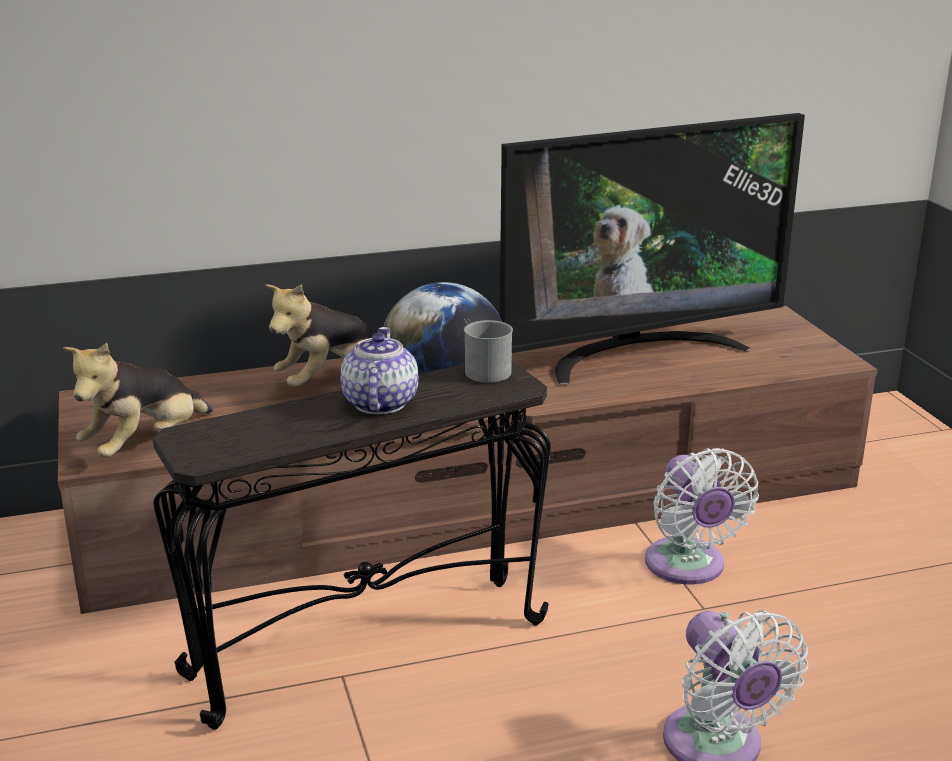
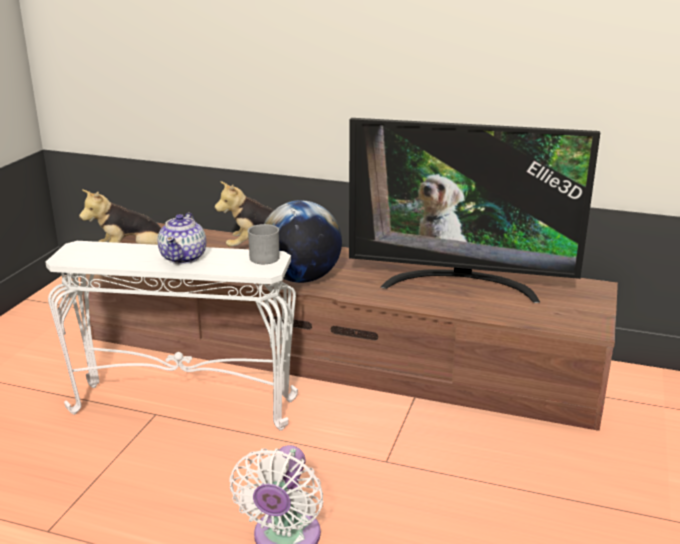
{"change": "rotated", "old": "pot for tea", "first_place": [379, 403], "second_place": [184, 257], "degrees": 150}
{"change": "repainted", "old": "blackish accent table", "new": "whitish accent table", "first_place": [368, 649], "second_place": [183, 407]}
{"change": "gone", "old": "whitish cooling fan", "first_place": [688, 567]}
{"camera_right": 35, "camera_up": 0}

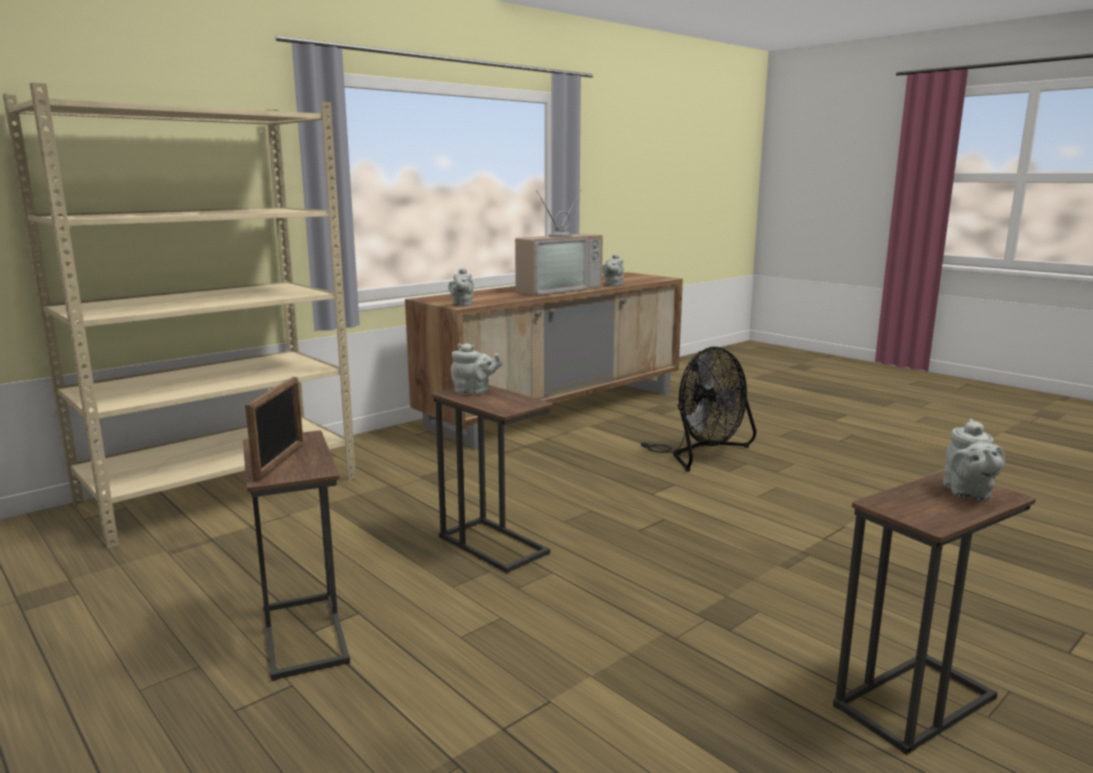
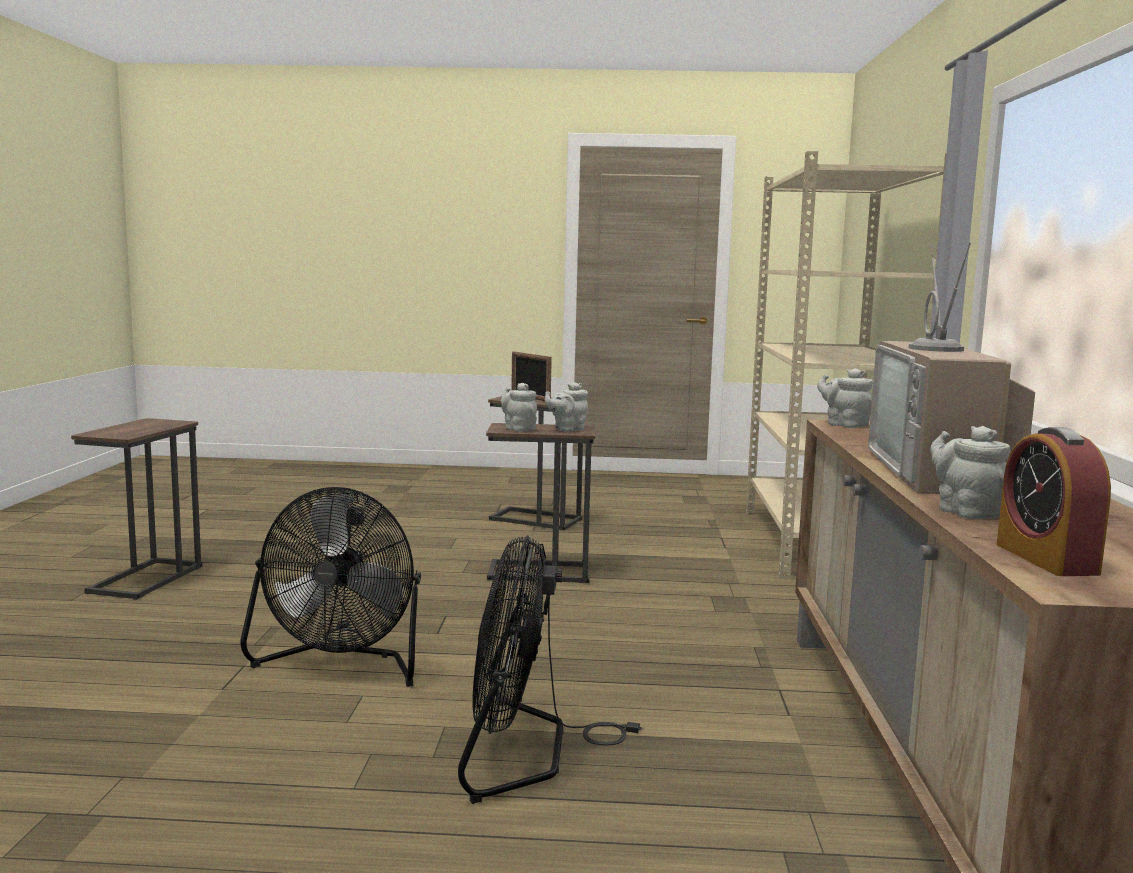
{"change": "shifted", "old": "gray pot for tea", "first_place": [968, 493], "second_place": [518, 428]}
{"change": "new", "new": "table clock", "second_place": [1046, 559]}
{"change": "new", "new": "blackish cooling fan", "second_place": [339, 661]}
{"camera_right": 135, "camera_up": -5}

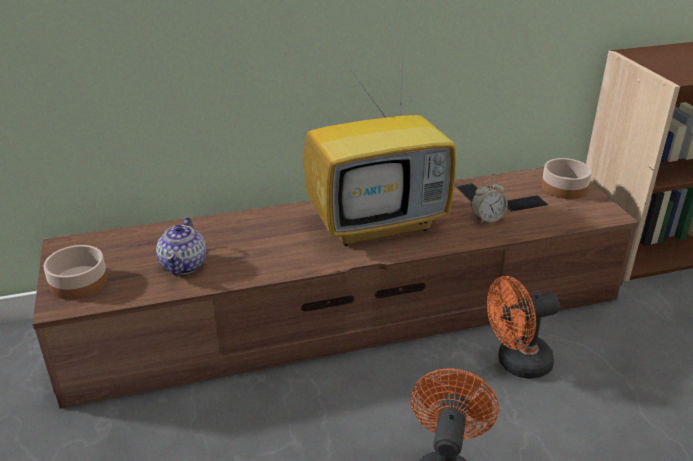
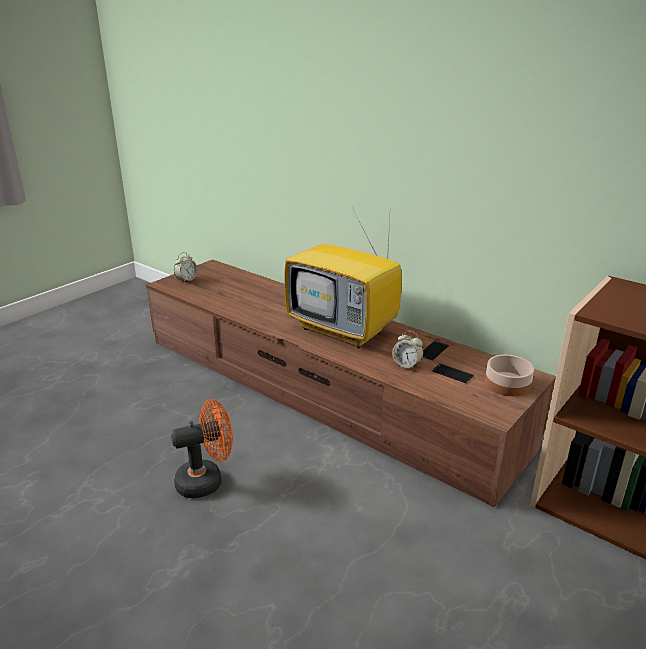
{"change": "gone", "old": "pot for tea", "first_place": [184, 265]}
{"change": "swapped", "old": "serving bowl", "new": "table clock", "first_place": [78, 282], "second_place": [186, 280]}
{"change": "gone", "old": "orange-coloured cooling fan", "first_place": [516, 363]}
{"camera_right": 55, "camera_up": -5}

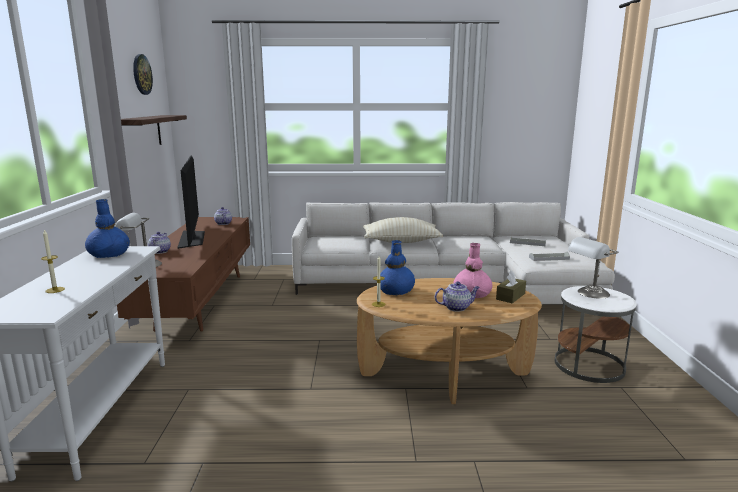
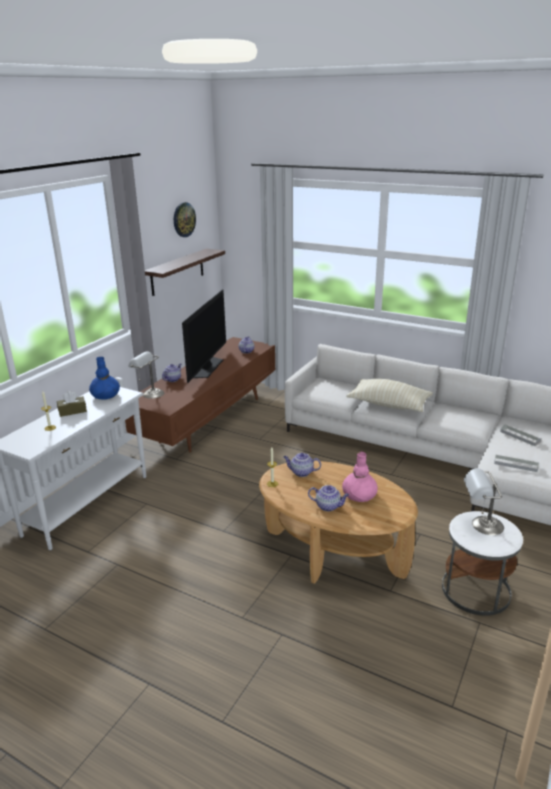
{"change": "swapped", "old": "blue flower vase", "new": "pot for tea", "first_place": [396, 291], "second_place": [301, 472]}
{"change": "shifted", "old": "brown tissue holder", "first_place": [510, 296], "second_place": [72, 411]}
{"camera_right": 30, "camera_up": 10}

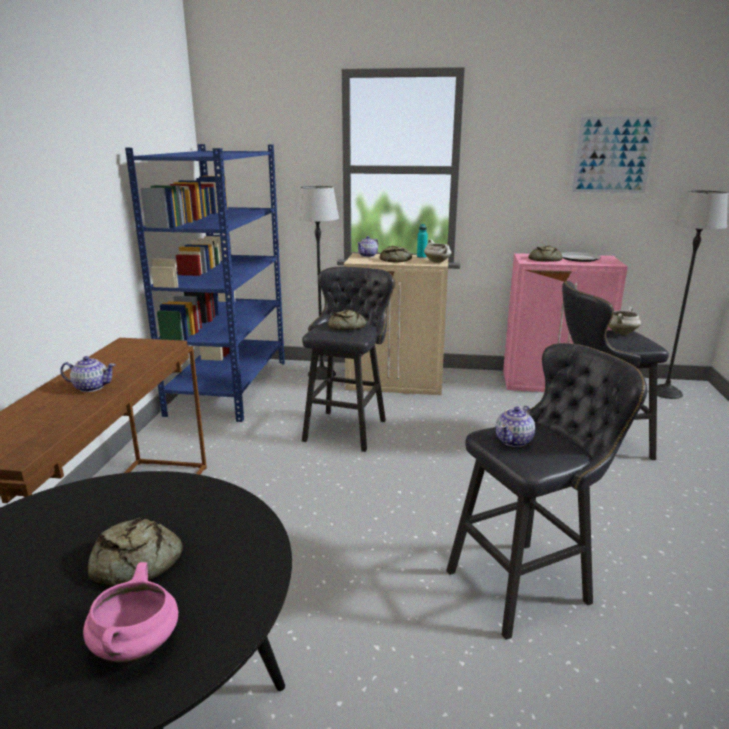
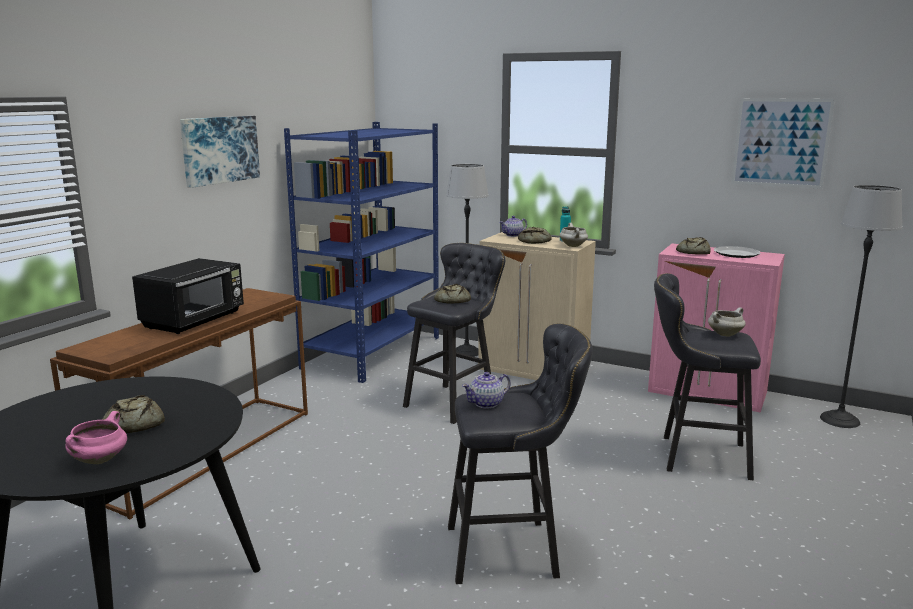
{"change": "swapped", "old": "pot for tea", "new": "blackish microwave oven", "first_place": [91, 387], "second_place": [195, 320]}
{"change": "new", "new": "wall art", "second_place": [219, 150]}
{"camera_right": 20, "camera_up": -5}

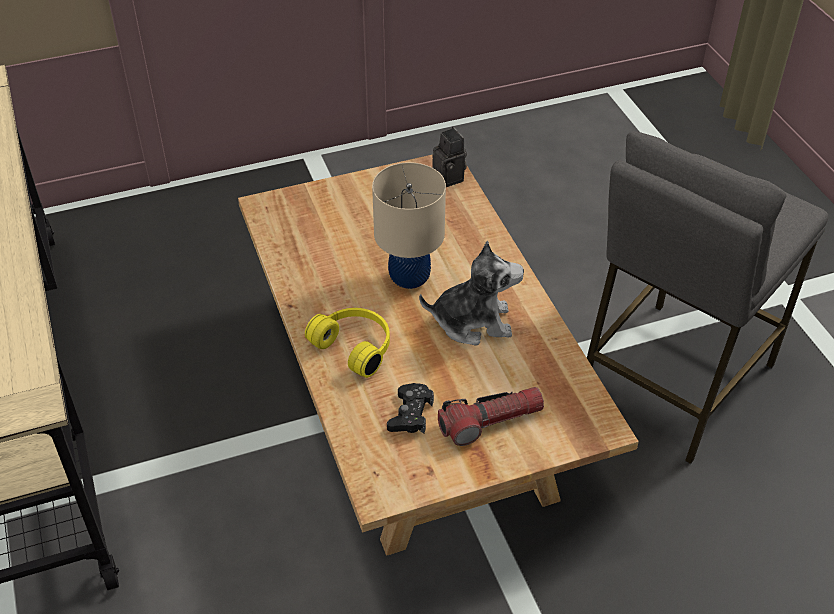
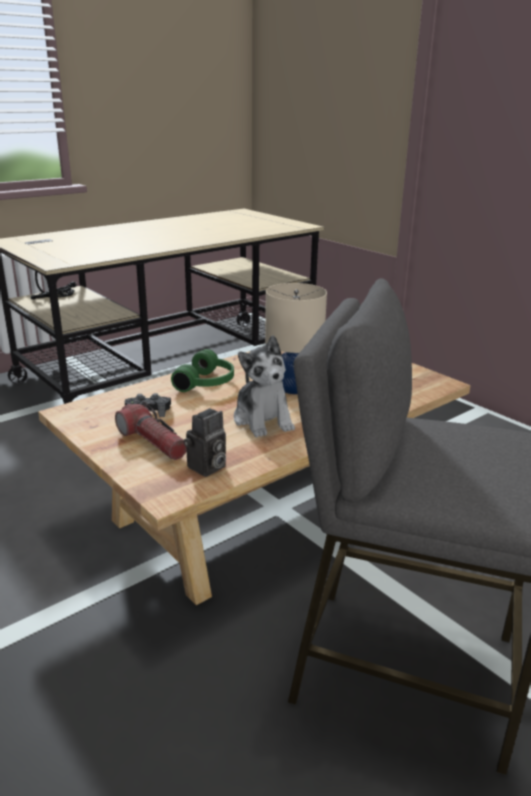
{"change": "shifted", "old": "photo camera", "first_place": [450, 178], "second_place": [206, 468]}
{"change": "repainted", "old": "yellow-coloured pair of headphones", "new": "green-coloured pair of headphones", "first_place": [355, 346], "second_place": [208, 383]}
{"camera_right": 70, "camera_up": -20}

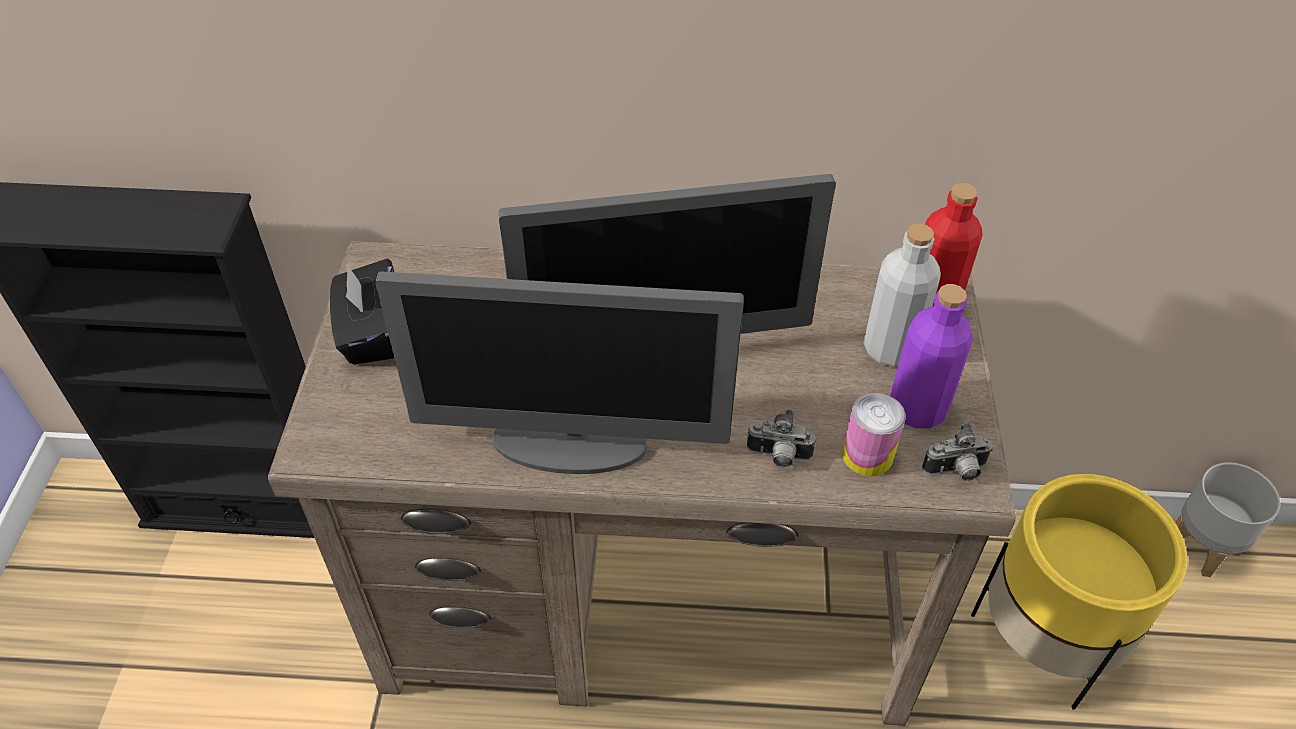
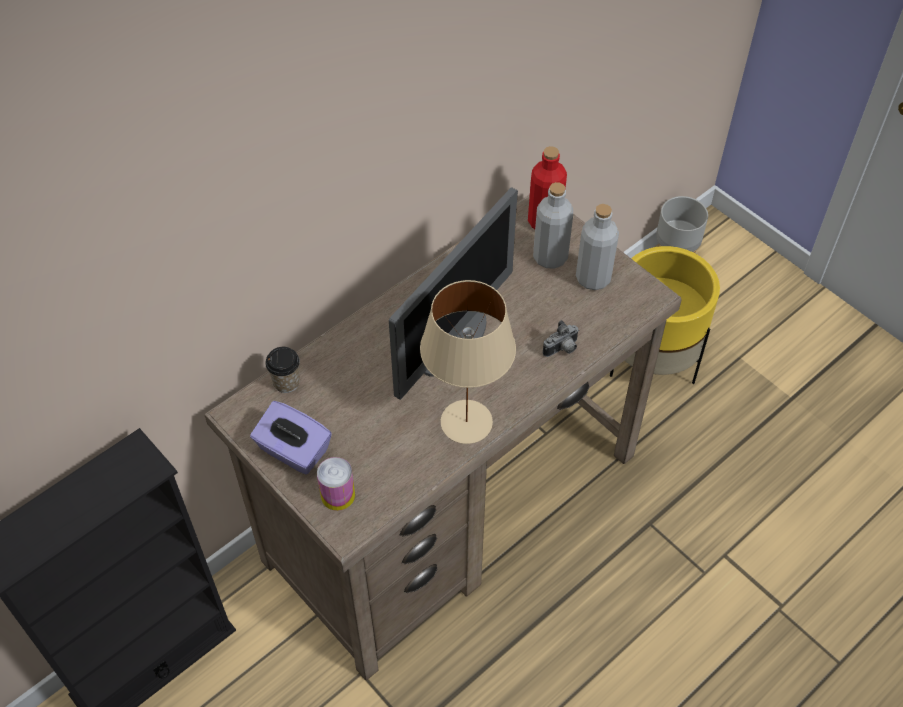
{"change": "repainted", "old": "blackish tissue holder", "new": "purplish tissue holder", "first_place": [372, 334], "second_place": [293, 451]}
{"change": "swapped", "old": "computer screen", "new": "beige-coloured table lamp", "first_place": [571, 444], "second_place": [466, 421]}
{"change": "repainted", "old": "purplish bottle", "new": "gray bottle", "first_place": [917, 409], "second_place": [593, 278]}
{"change": "shifted", "old": "sealed can", "first_place": [867, 455], "second_place": [338, 495]}
{"change": "gone", "old": "photo camera", "first_place": [956, 471]}
{"change": "new", "new": "cup", "second_place": [286, 382]}
{"camera_right": -45, "camera_up": 5}

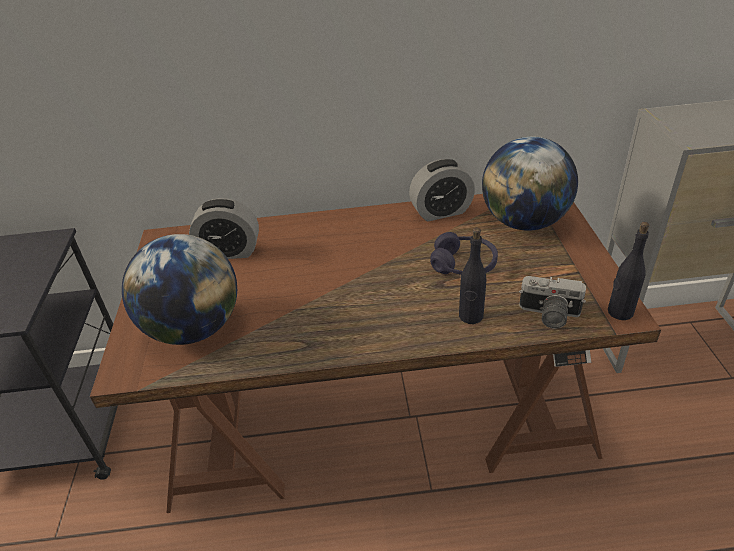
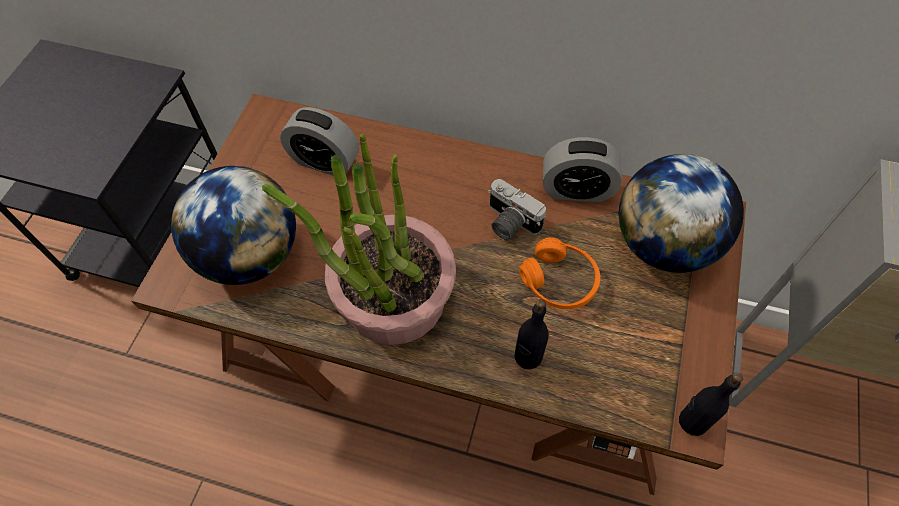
{"change": "repainted", "old": "purplish pair of headphones", "new": "orange-coloured pair of headphones", "first_place": [463, 265], "second_place": [559, 281]}
{"change": "shifted", "old": "photo camera", "first_place": [548, 315], "second_place": [508, 223]}
{"change": "new", "new": "plant in a pot", "second_place": [393, 298]}
{"camera_right": 20, "camera_up": 20}

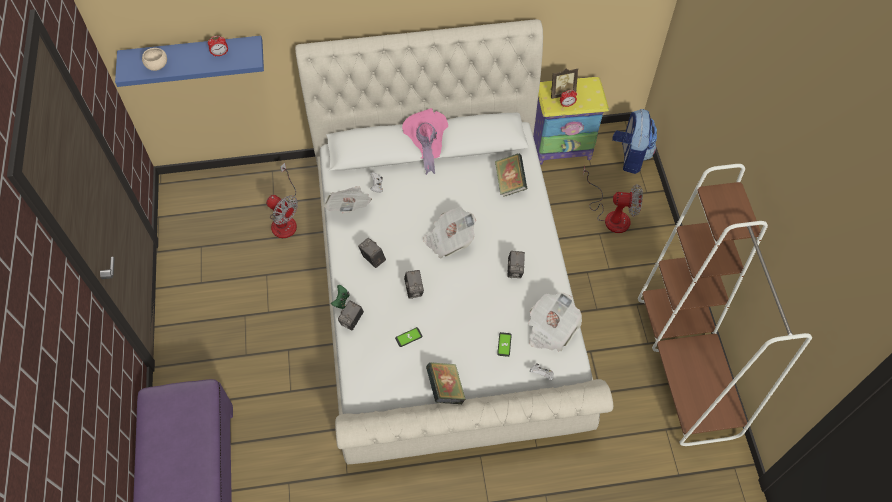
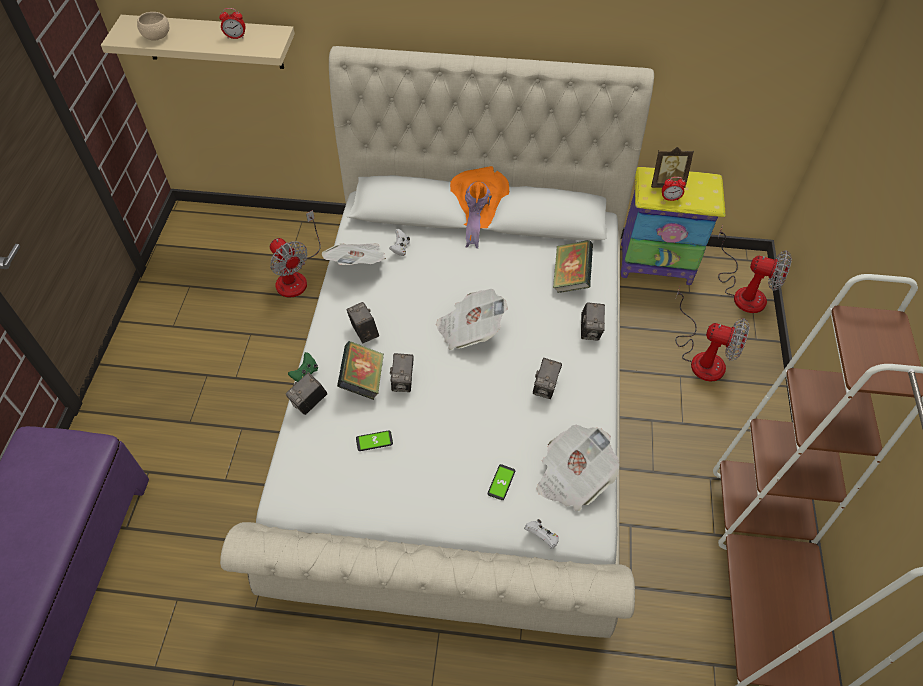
{"change": "repainted", "old": "blue wall shelf", "new": "beige-coloured wall shelf", "first_place": [194, 56], "second_place": [212, 42]}
{"change": "repainted", "old": "pink-coloured hat", "new": "orange-coloured hat", "first_place": [427, 148], "second_place": [477, 218]}
{"change": "swapped", "old": "rucksack", "new": "cooling fan", "first_place": [630, 156], "second_place": [743, 291]}
{"change": "shifted", "old": "book", "first_place": [445, 388], "second_place": [363, 380]}
{"change": "new", "new": "photo camera", "second_place": [590, 331]}
{"camera_right": 15, "camera_up": -5}

